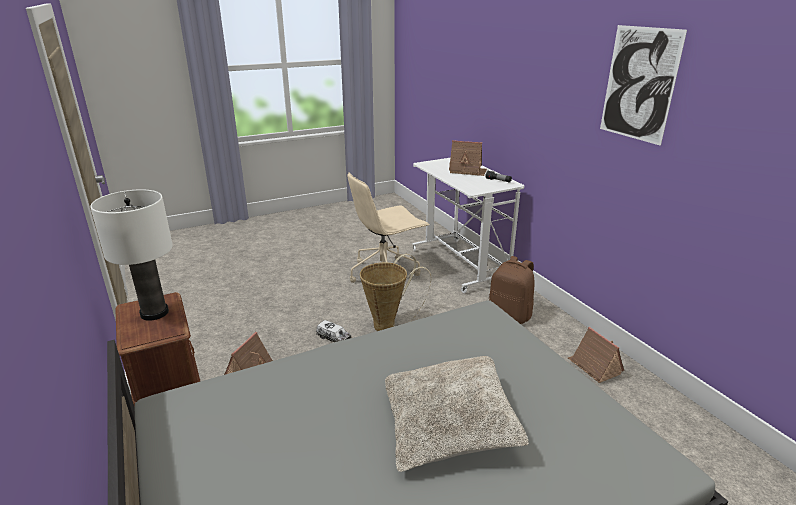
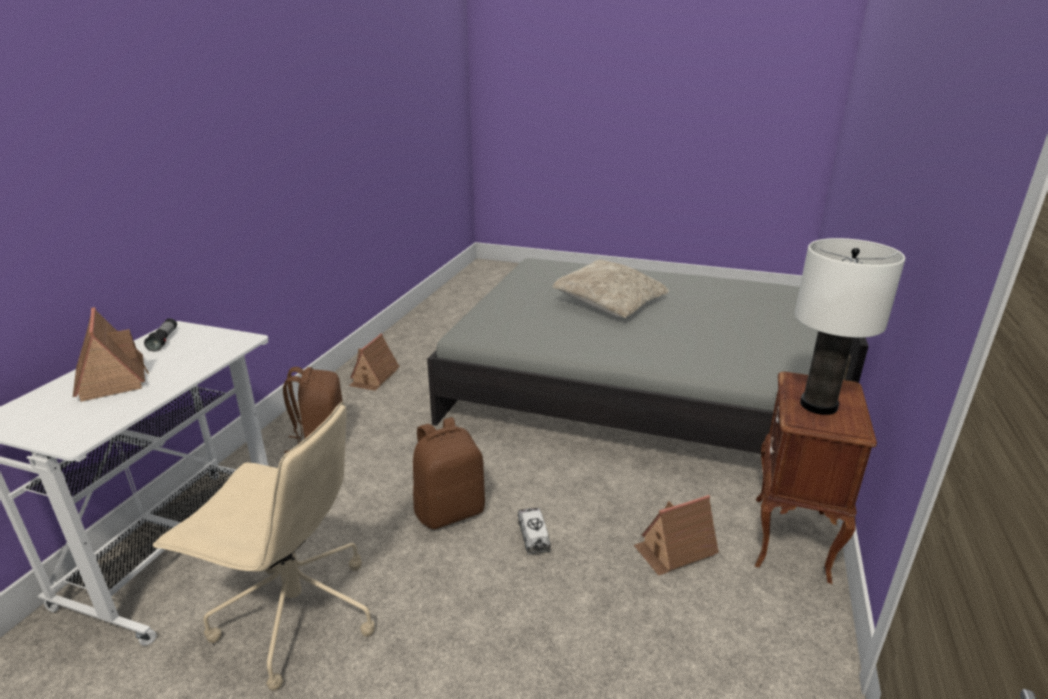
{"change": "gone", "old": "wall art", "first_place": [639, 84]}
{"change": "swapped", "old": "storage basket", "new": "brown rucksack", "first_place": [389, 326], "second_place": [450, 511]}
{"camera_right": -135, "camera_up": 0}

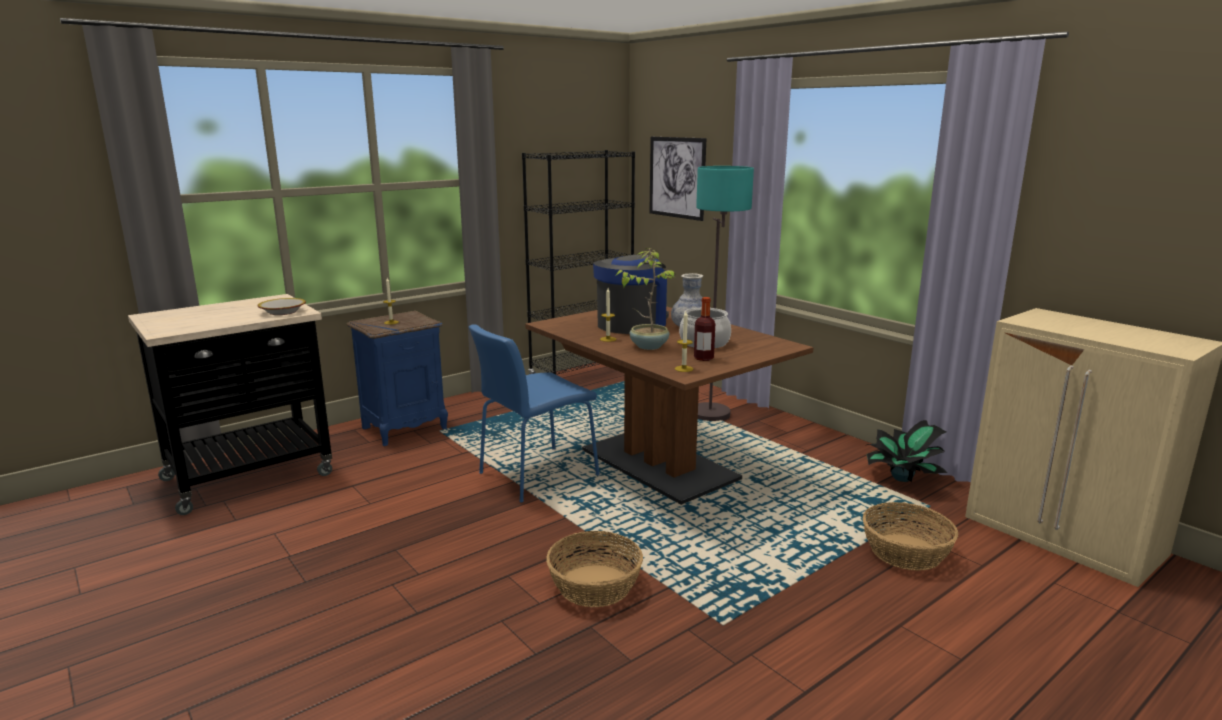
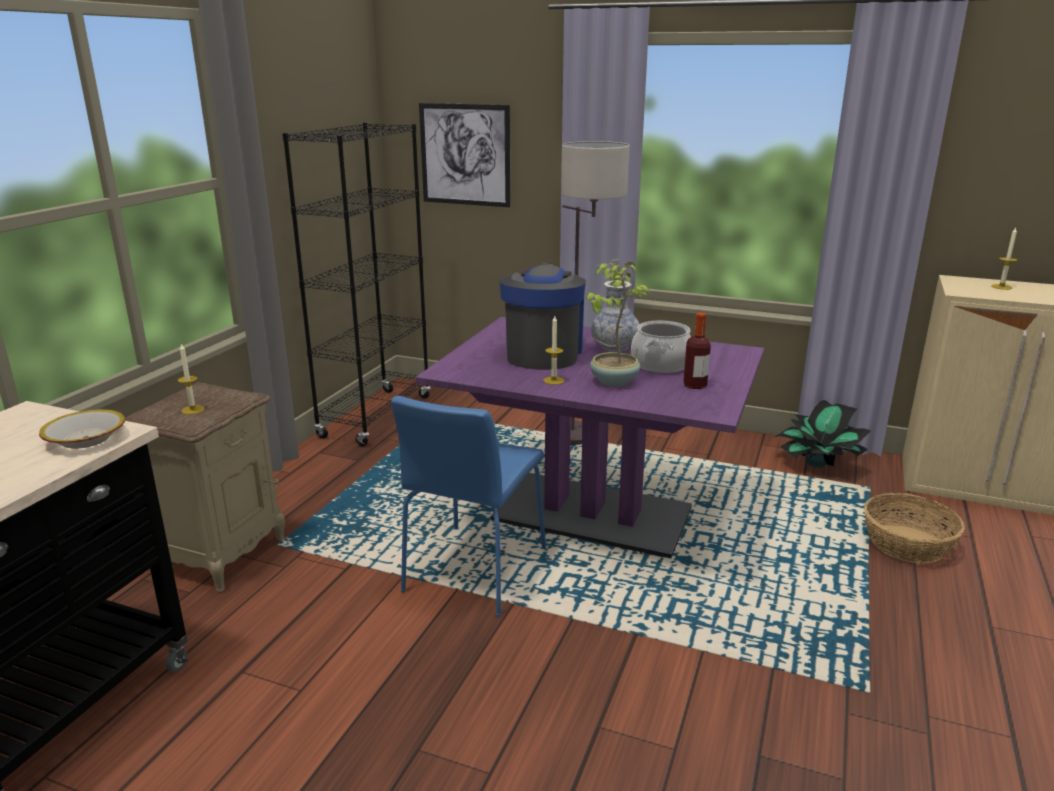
{"change": "repainted", "old": "blue-green floor lamp", "new": "gray floor lamp", "first_place": [712, 419], "second_place": [581, 440]}
{"change": "repainted", "old": "brown dining table", "new": "purplish dining table", "first_place": [658, 465], "second_place": [592, 515]}
{"change": "repainted", "old": "blue bedside table", "new": "beige-coloured bedside table", "first_place": [405, 429], "second_place": [223, 555]}
{"change": "shifted", "old": "candle", "first_place": [684, 369], "second_place": [1001, 287]}
{"change": "gone", "old": "storage basket", "first_place": [594, 586]}
{"camera_right": -30, "camera_up": 5}

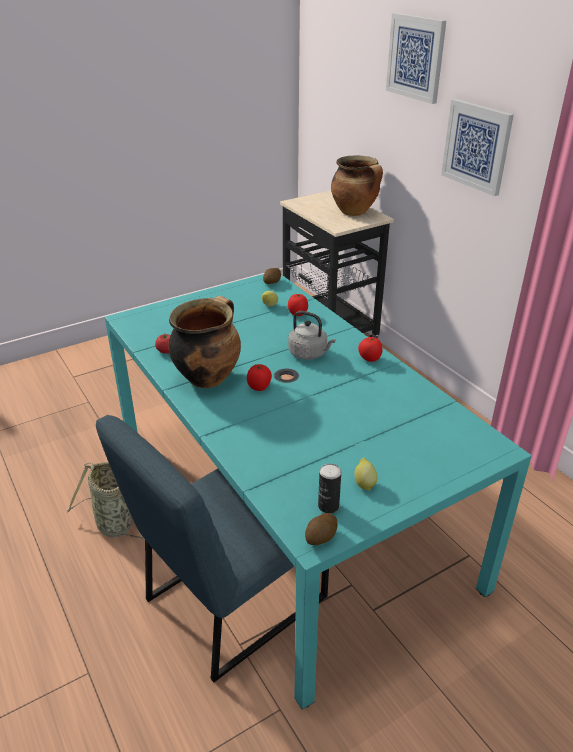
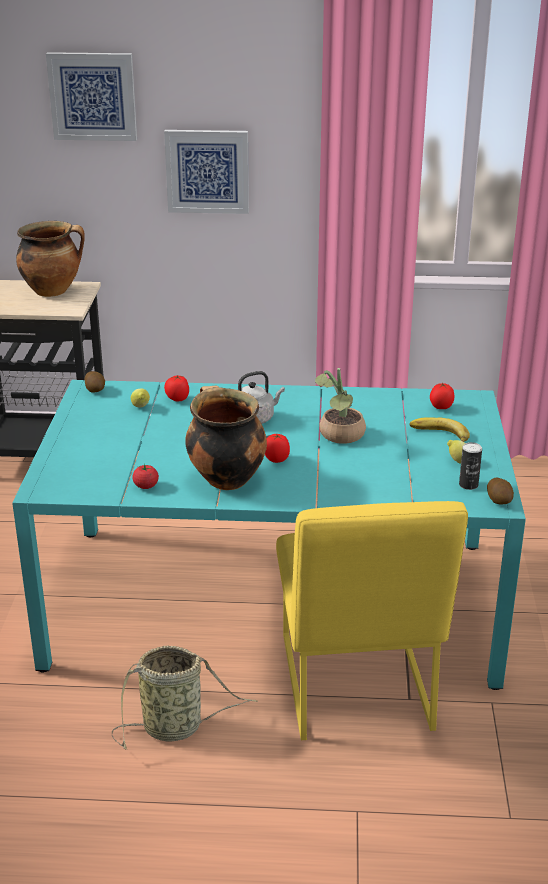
{"change": "shifted", "old": "whole tomato", "first_place": [369, 359], "second_place": [440, 407]}
{"change": "repainted", "old": "blue plain chair", "new": "yellow-coloured plain chair", "first_place": [231, 600], "second_place": [355, 684]}
{"change": "new", "new": "plant in a pot", "second_place": [339, 437]}
{"change": "new", "new": "whole banana", "second_place": [438, 436]}
{"camera_right": -55, "camera_up": -5}

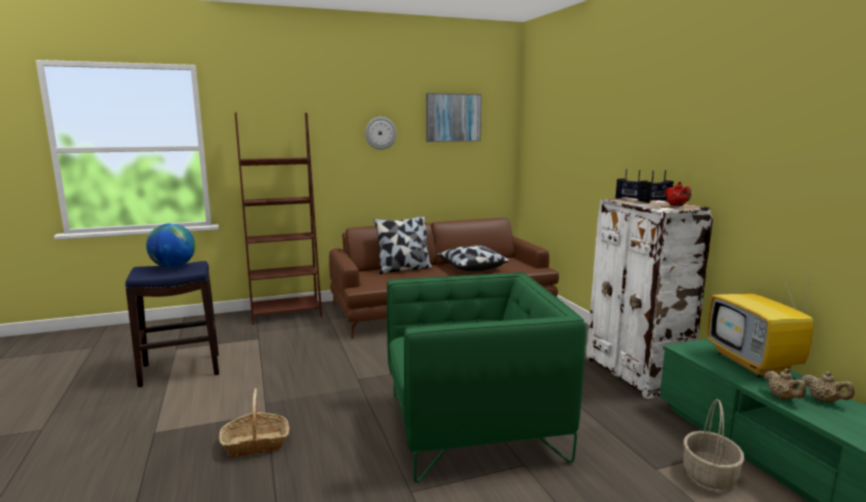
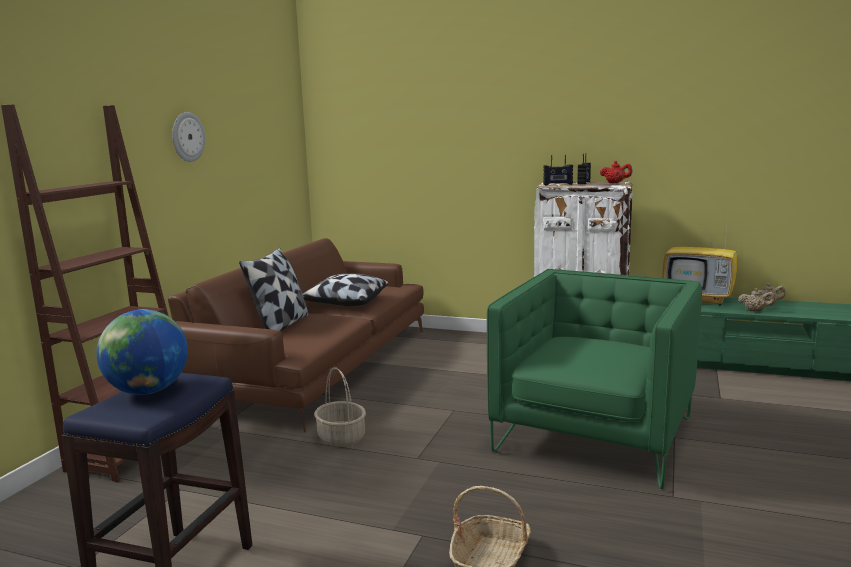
{"change": "gone", "old": "wall art", "first_place": [453, 117]}
{"change": "shifted", "old": "storage basket", "first_place": [708, 474], "second_place": [341, 438]}
{"camera_right": -50, "camera_up": 0}

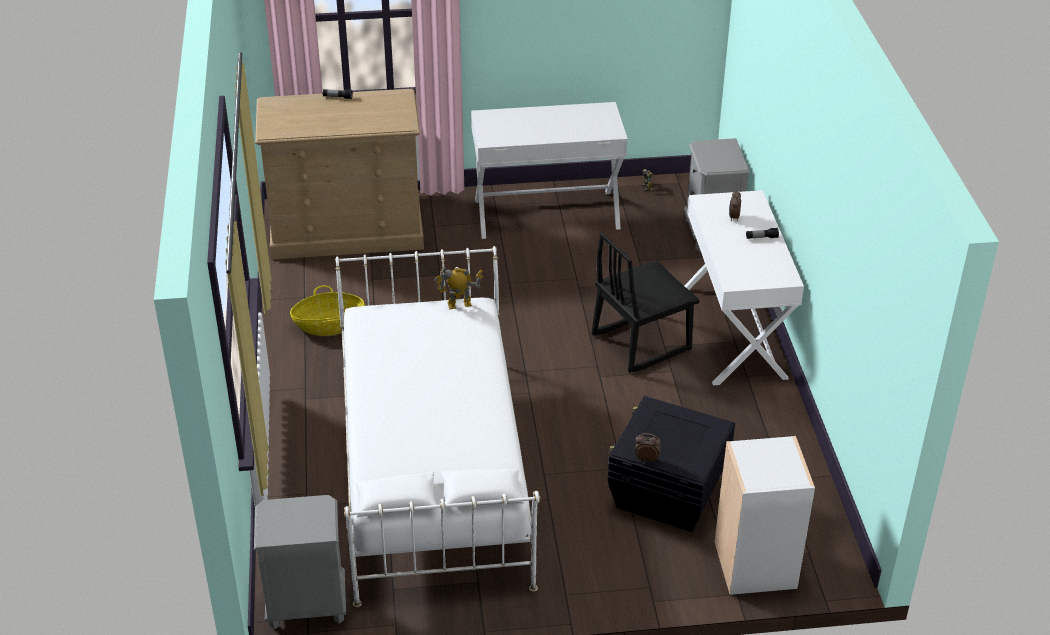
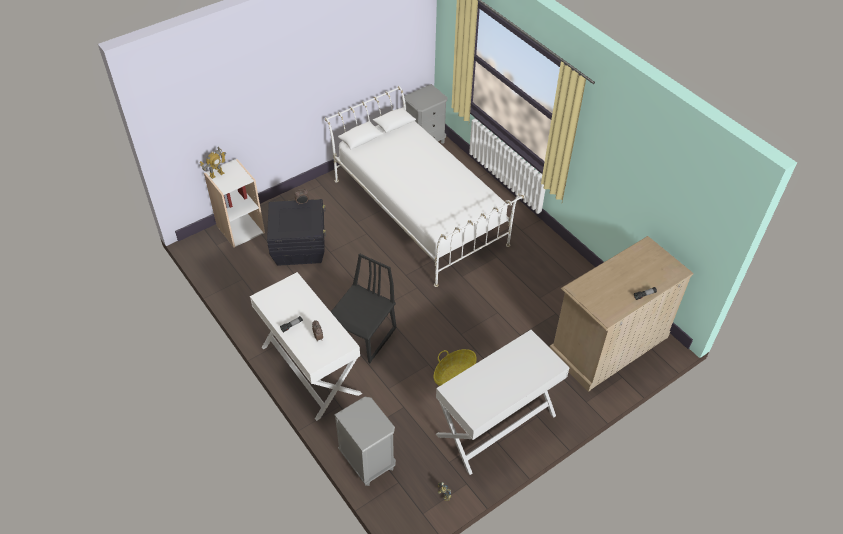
{"change": "shifted", "old": "model robot", "first_place": [459, 304], "second_place": [216, 174]}
{"change": "shifted", "old": "storage basket", "first_place": [329, 325], "second_place": [454, 376]}
{"camera_right": 150, "camera_up": 10}

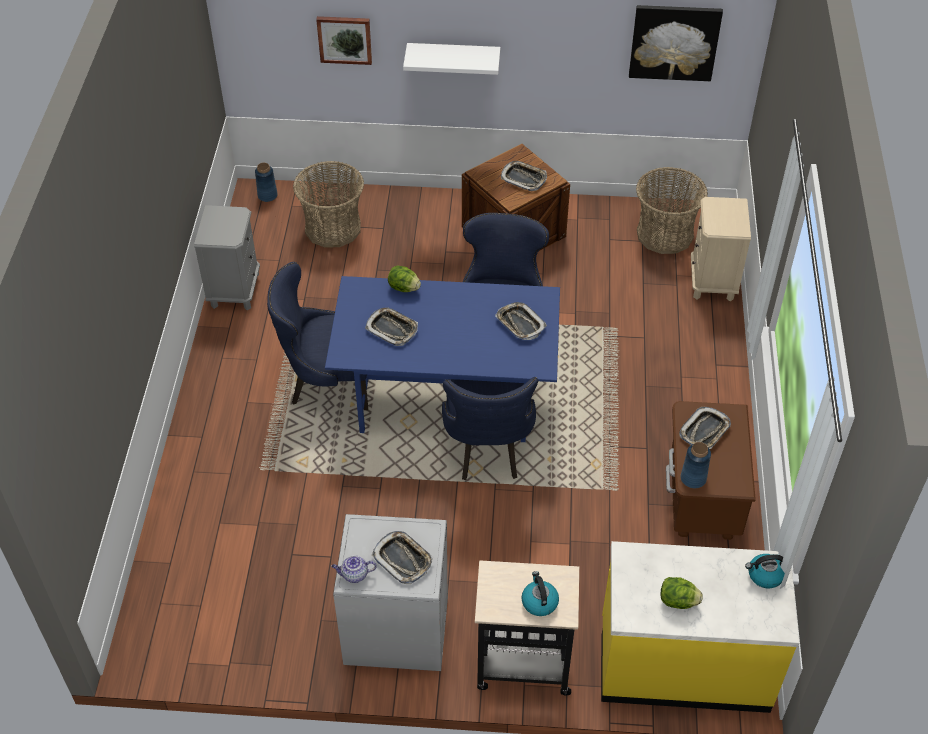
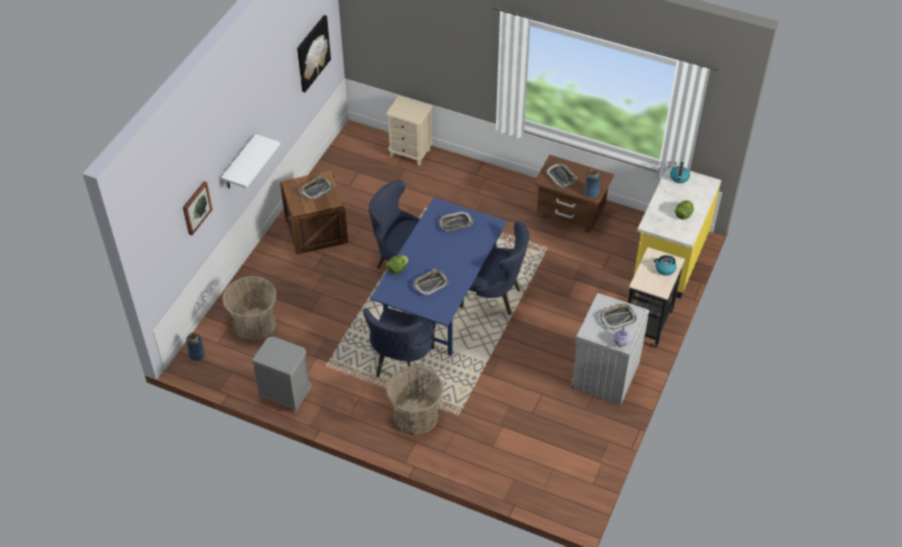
{"change": "shifted", "old": "storage basket", "first_place": [664, 234], "second_place": [415, 416]}
{"camera_right": -70, "camera_up": 0}

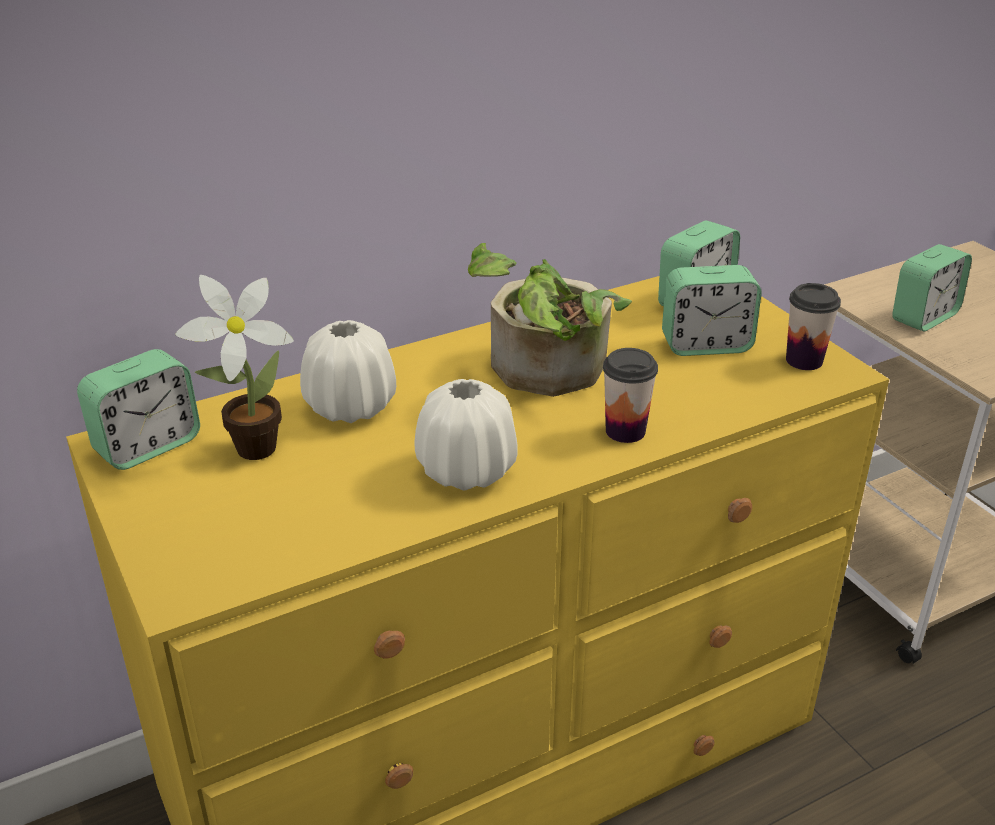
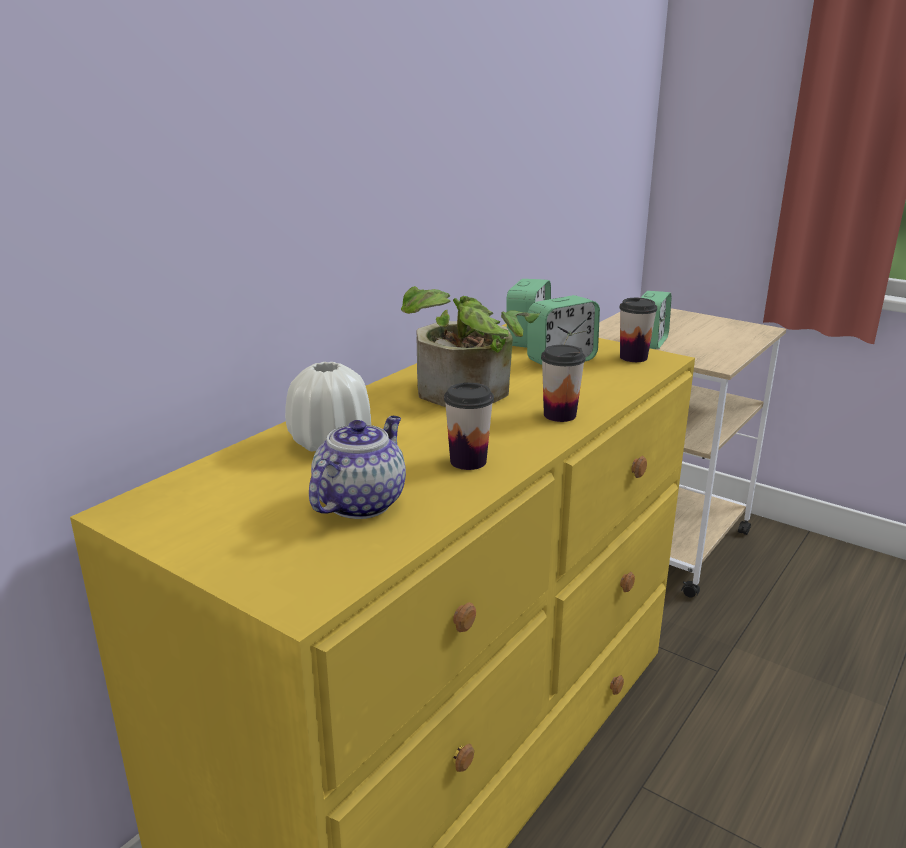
{"change": "gone", "old": "plant in a pot", "first_place": [249, 450]}
{"change": "gone", "old": "table clock", "first_place": [147, 446]}
{"change": "swapped", "old": "whitish flower vase", "new": "cup", "first_place": [466, 471], "second_place": [468, 461]}
{"change": "new", "new": "pot for tea", "second_place": [360, 502]}
{"camera_right": -25, "camera_up": -10}

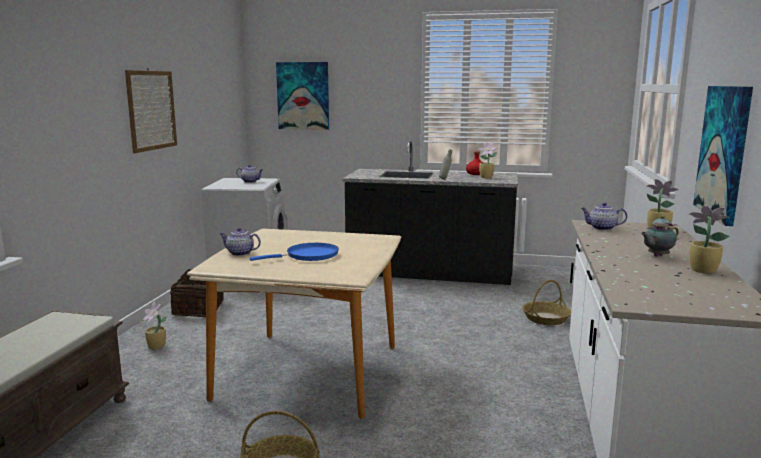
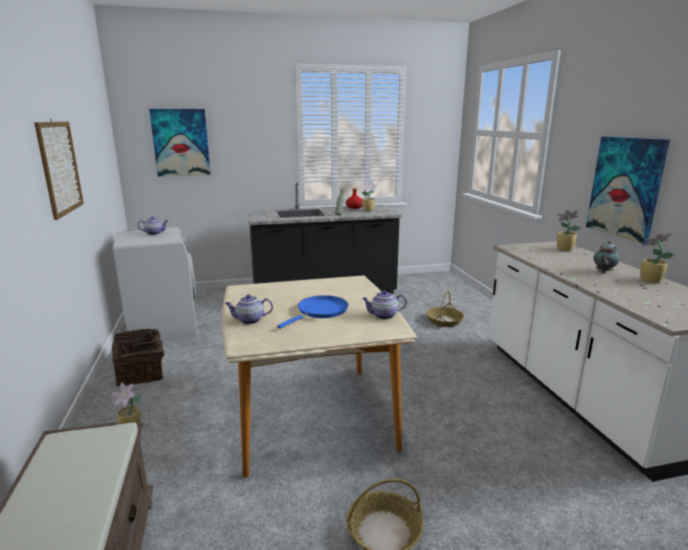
{"change": "shifted", "old": "pot for tea", "first_place": [601, 228], "second_place": [383, 315]}
{"camera_right": -25, "camera_up": 5}

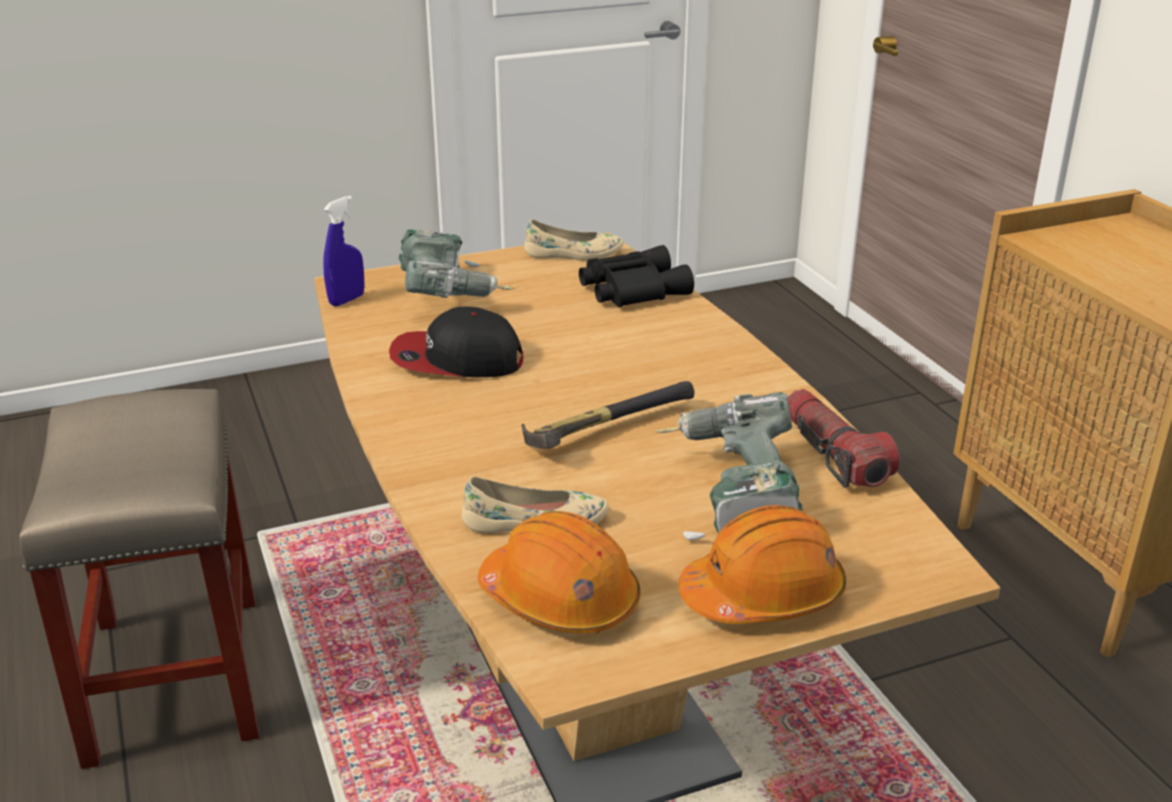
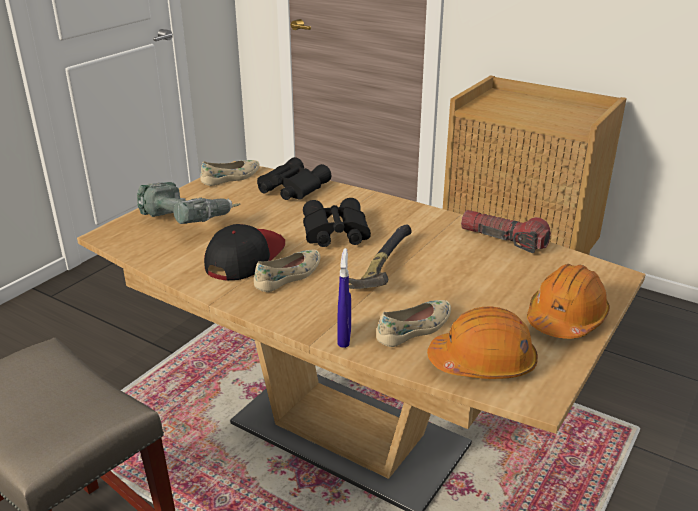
{"change": "shifted", "old": "blue sprayer", "first_place": [347, 300], "second_place": [344, 338]}
{"change": "rotated", "old": "cap", "first_place": [456, 360], "second_place": [244, 257], "degrees": 150}
{"change": "gone", "old": "power drill", "first_place": [730, 494]}
{"change": "new", "new": "blackish binoculars", "second_place": [334, 233]}
{"change": "new", "new": "beige-coloured item of footwear", "second_place": [289, 276]}
{"camera_right": -35, "camera_up": 0}

